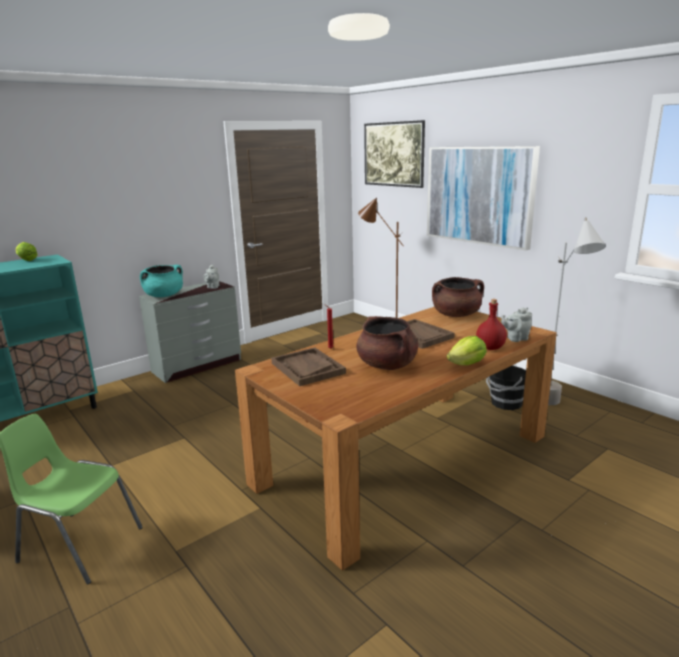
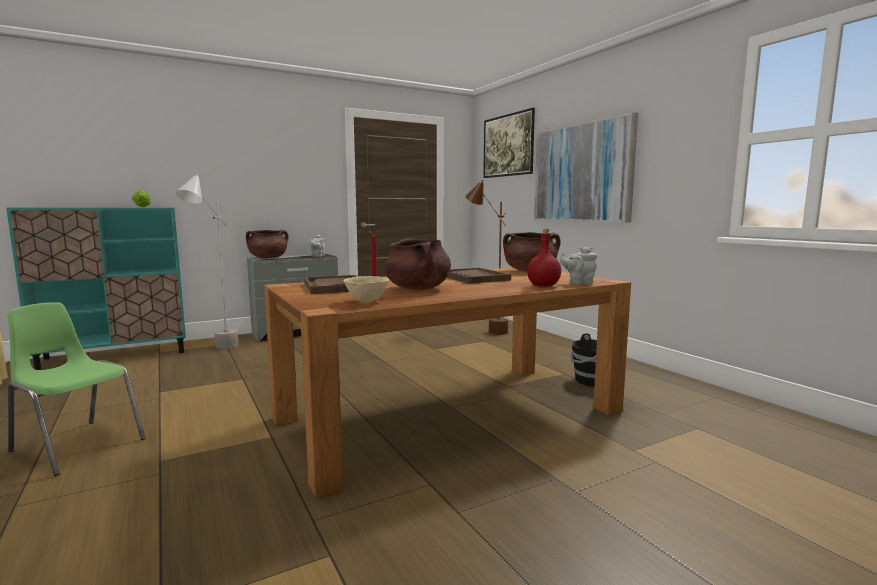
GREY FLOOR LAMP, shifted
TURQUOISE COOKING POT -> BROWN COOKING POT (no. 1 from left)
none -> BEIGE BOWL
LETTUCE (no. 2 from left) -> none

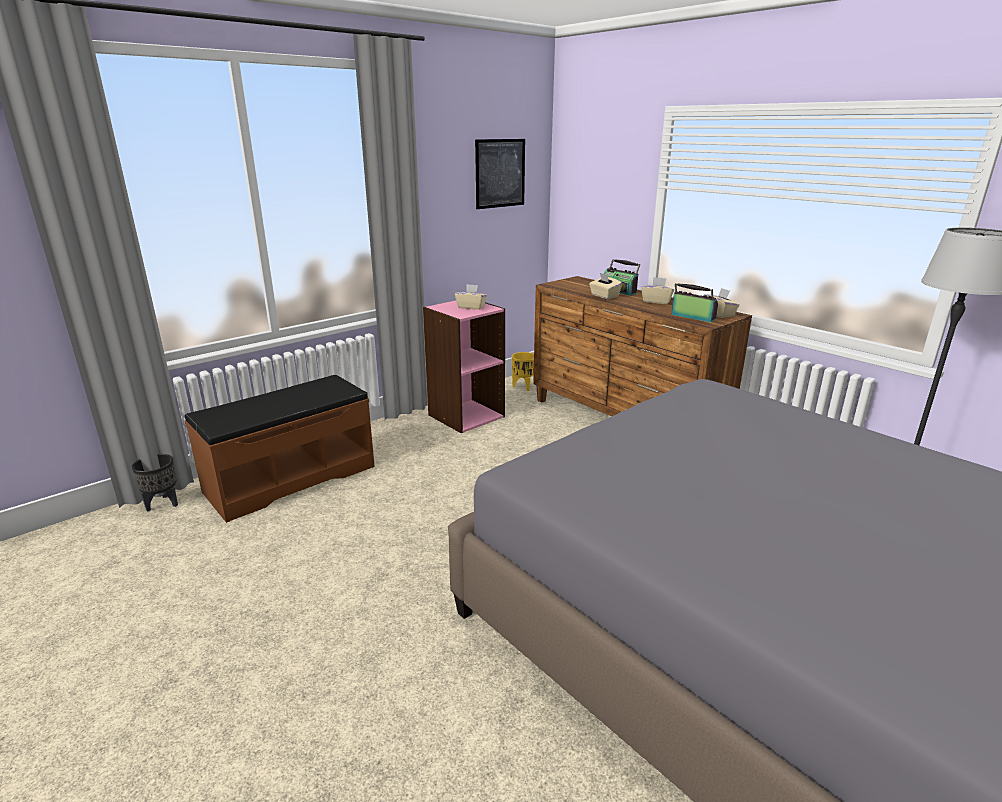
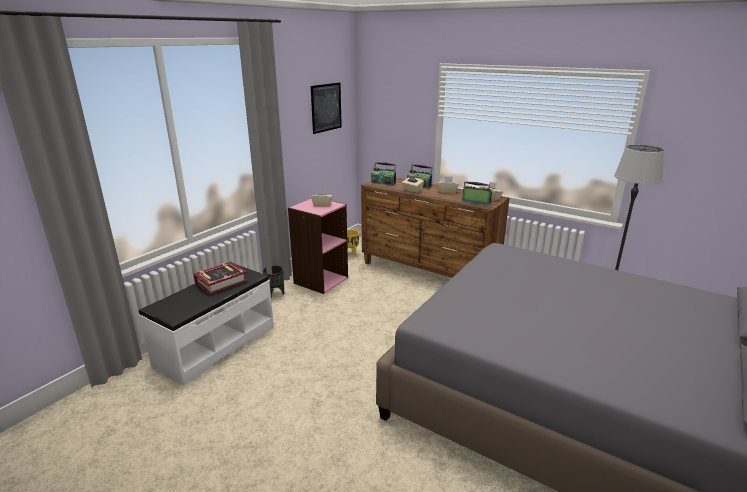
BROWN BENCH -> WHITE BENCH
none -> BOOK
BLACK PLANTER, shifted
none -> RADIO (no. 1 from left)

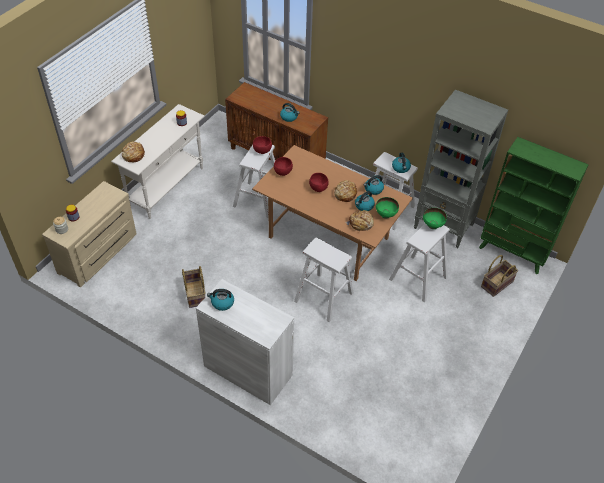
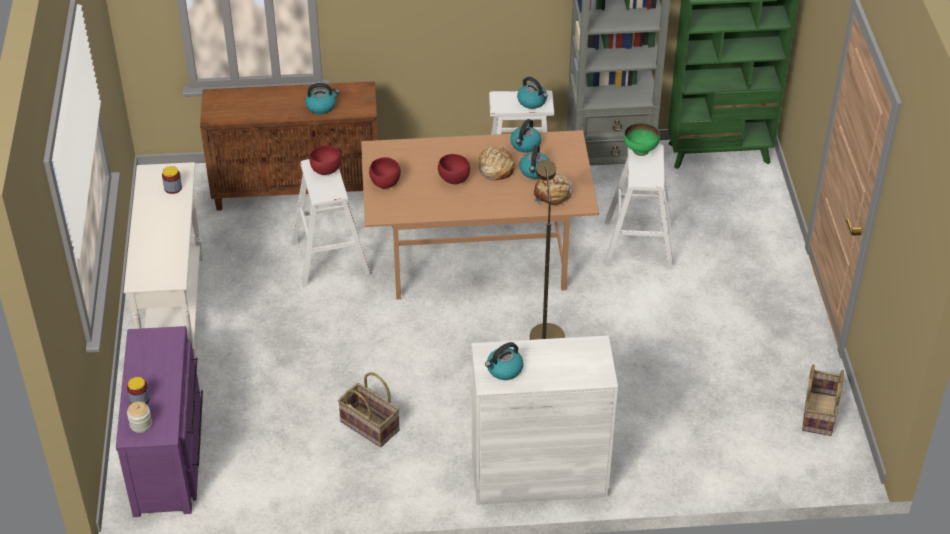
BEIGE DRESSER -> PURPLE DRESSER
WHITE STOOL (no. 2 from left) -> BROWN FLOOR LAMP
BASKET (no. 2 from left), shifted
BREAD (no. 1 from left) -> none
GREEN BOWL (no. 1 from left) -> none

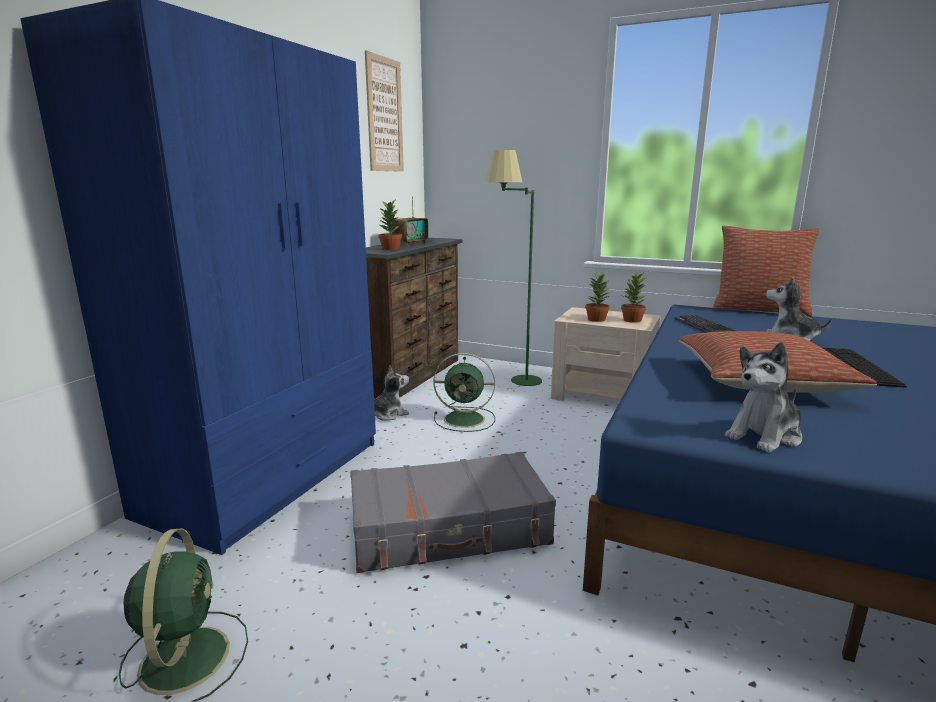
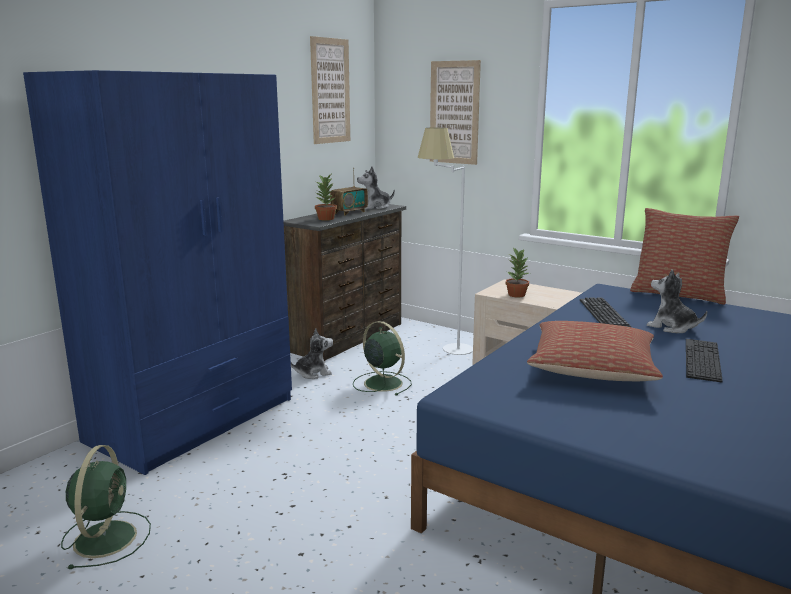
GREEN FAN (no. 2 from left), 150 degrees counterclockwise
PLUSH TOY (no. 2 from left), shifted
GREEN FLOOR LAMP -> WHITE FLOOR LAMP
none -> PICTURE (no. 2 from left)
GREY SUITCASE -> none
POTTED PLANT (no. 3 from left) -> none

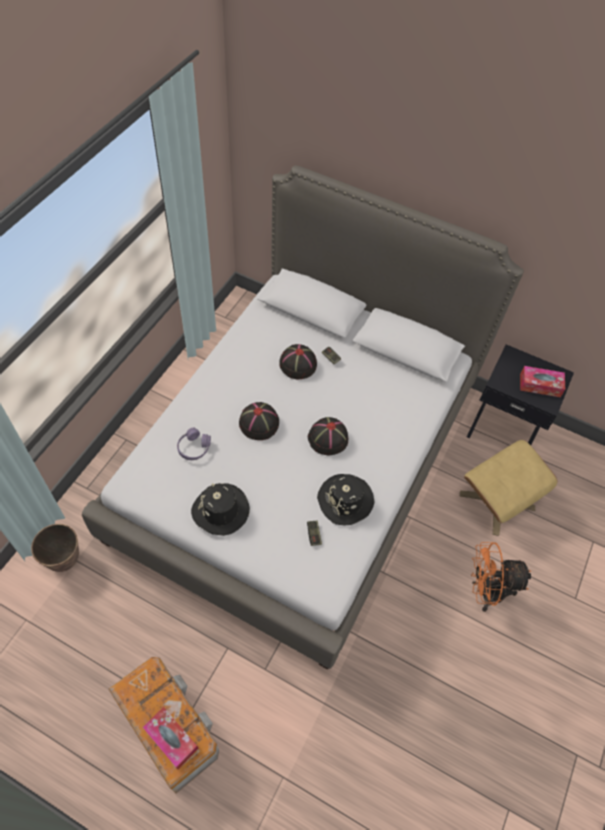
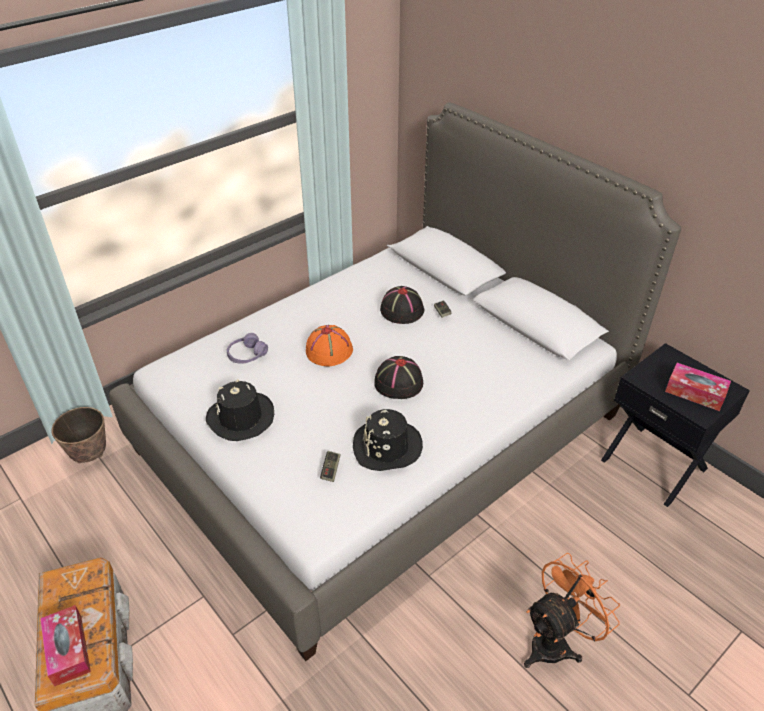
BLACK HAT (no. 2 from left) -> ORANGE HAT
ORANGE FAN, 120 degrees clockwise
BEIGE OTTOMAN -> none

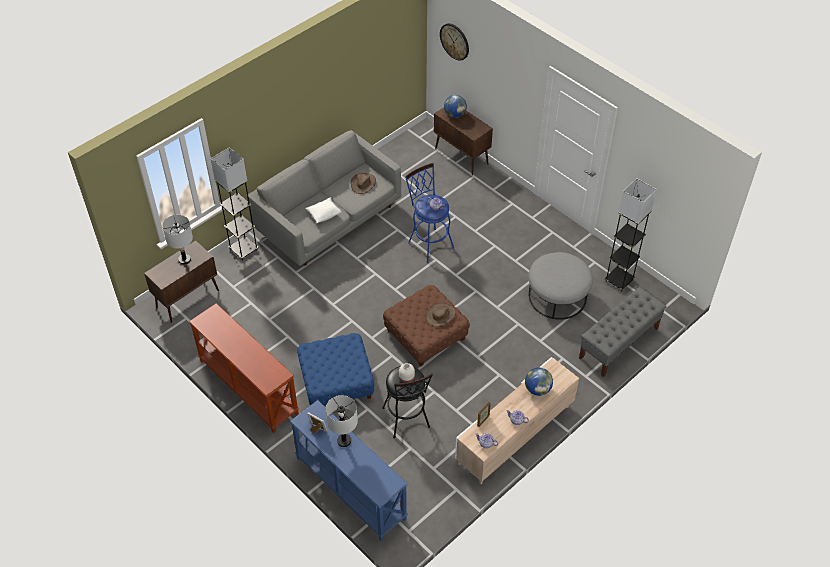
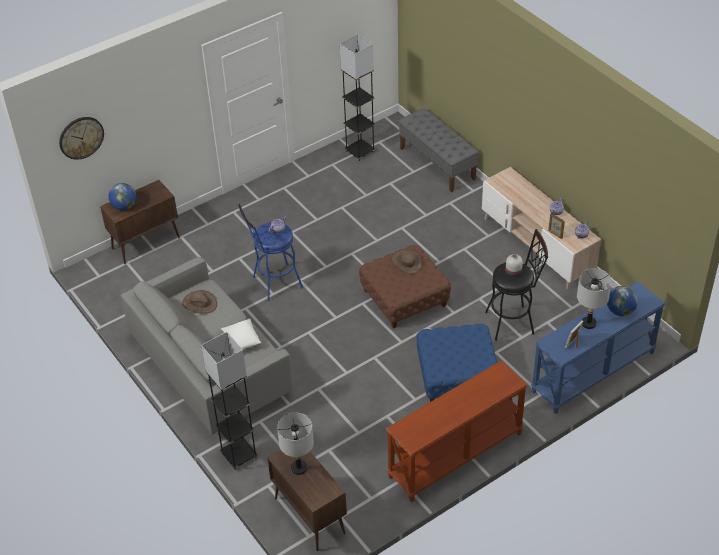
GLOBE (no. 2 from left), shifted
GREY OTTOMAN -> none

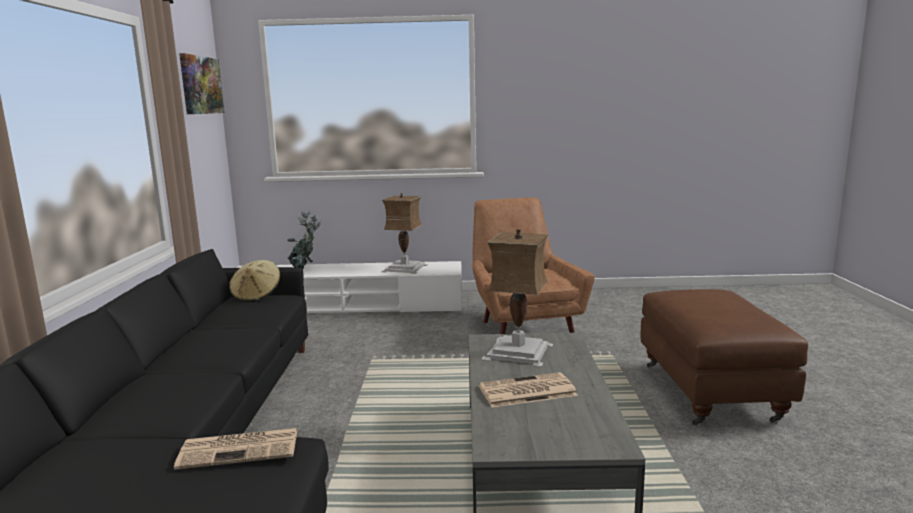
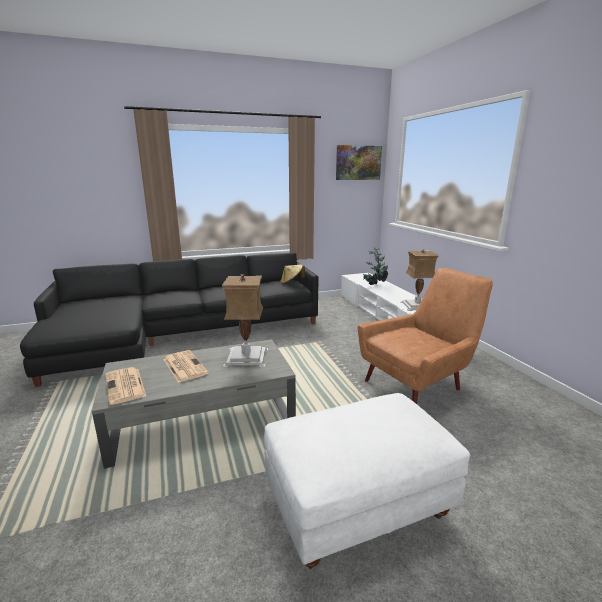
NEWSPAPER (no. 1 from left), shifted
BROWN OTTOMAN -> WHITE OTTOMAN

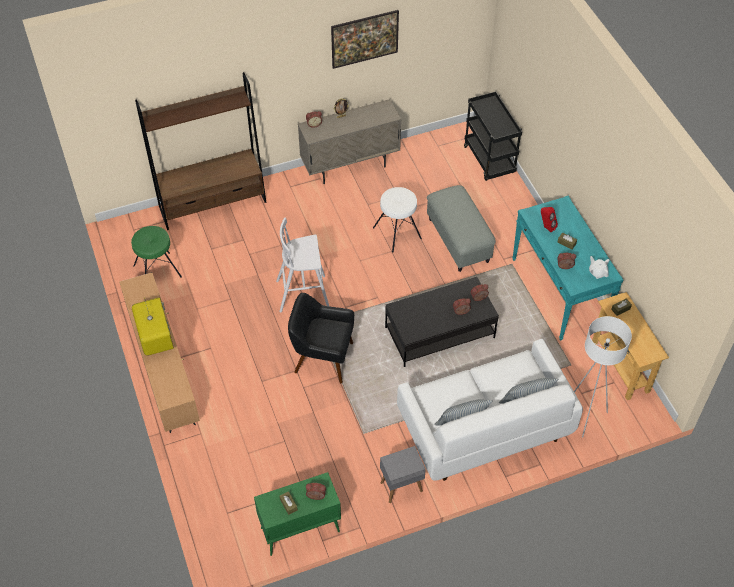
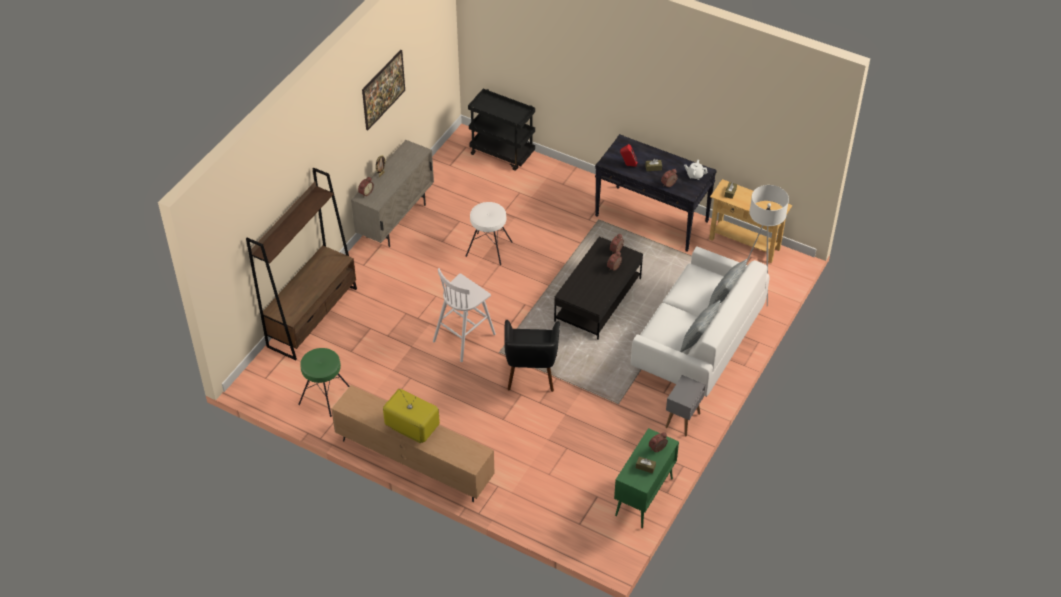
BLACK ARMCHAIR, 60 degrees counterclockwise
TURQUOISE CONSOLE TABLE -> BLACK CONSOLE TABLE
GREY OTTOMAN -> none

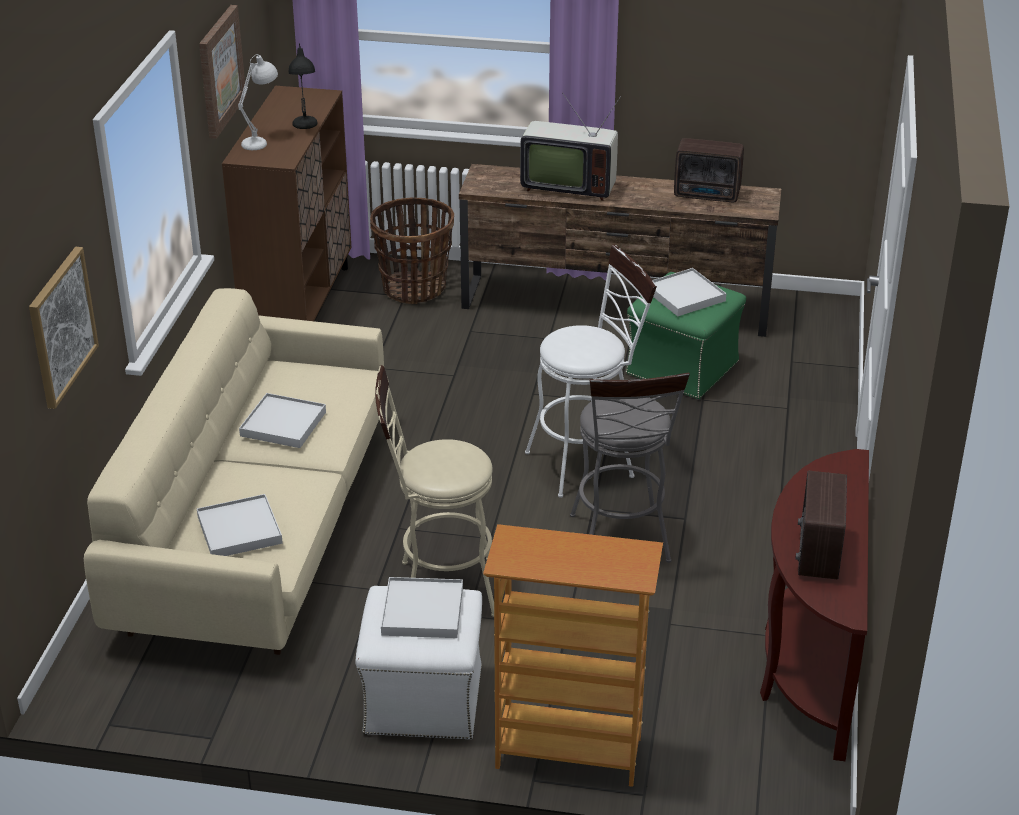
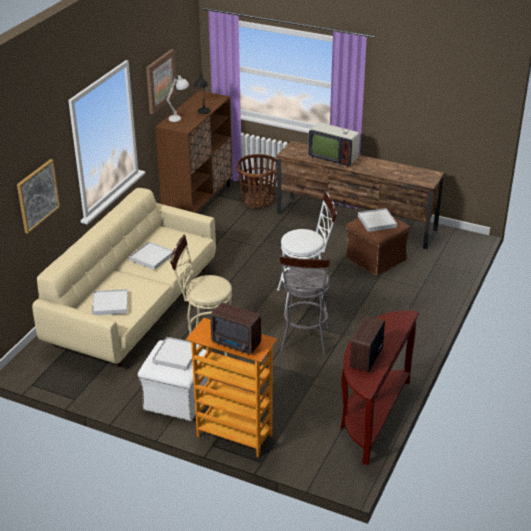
RADIO (no. 1 from left), shifted
GREEN OTTOMAN -> BROWN OTTOMAN

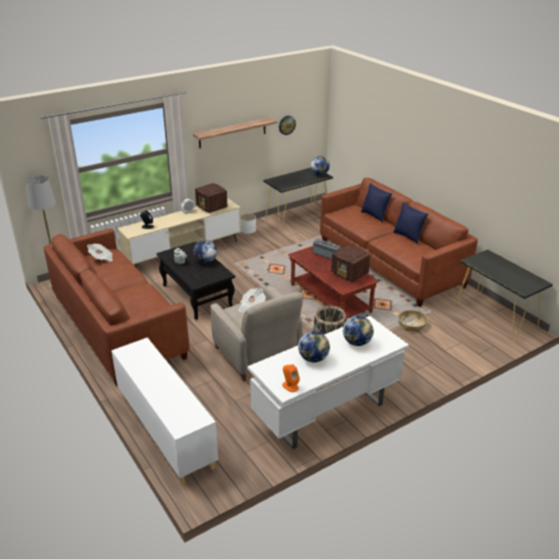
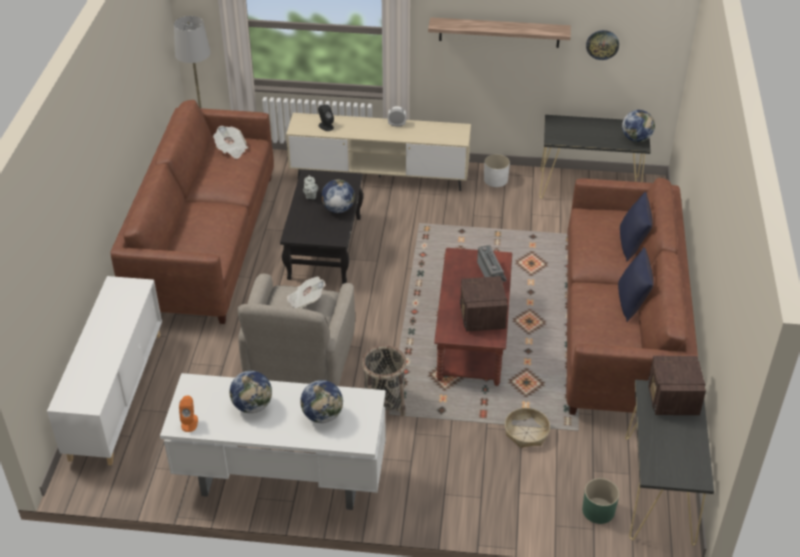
none -> GREEN PLANTER
RADIO (no. 1 from left in the first image) -> RADIO (no. 3 from left), shifted

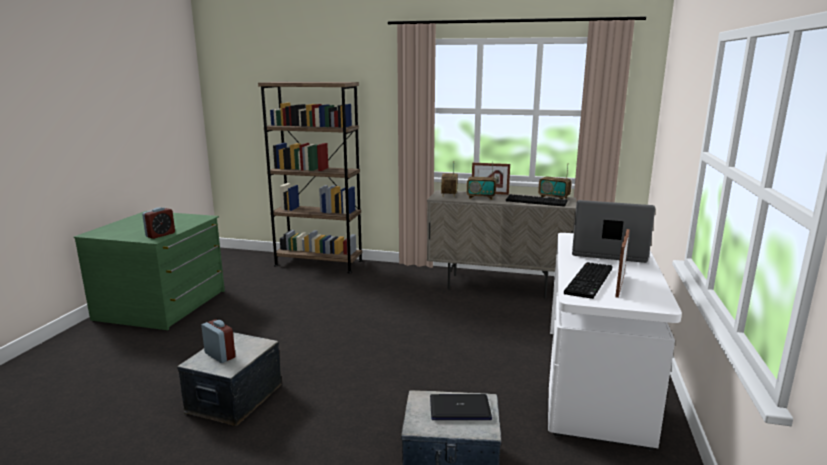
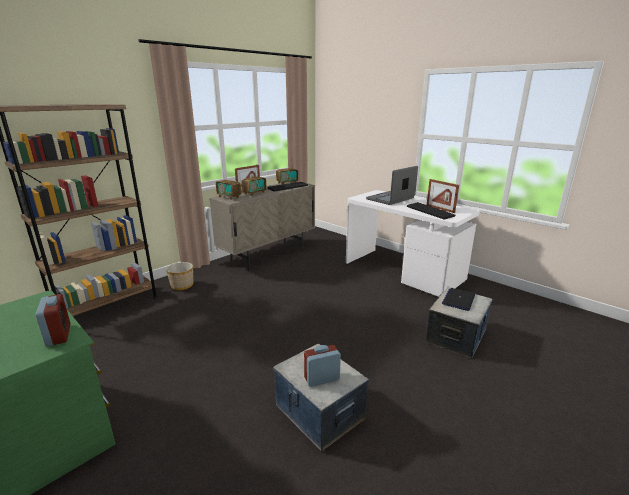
none -> PLANTER

